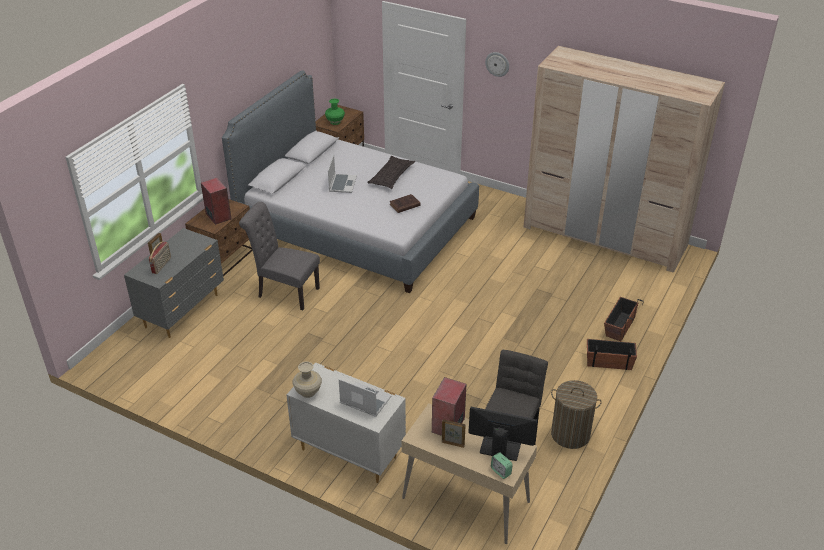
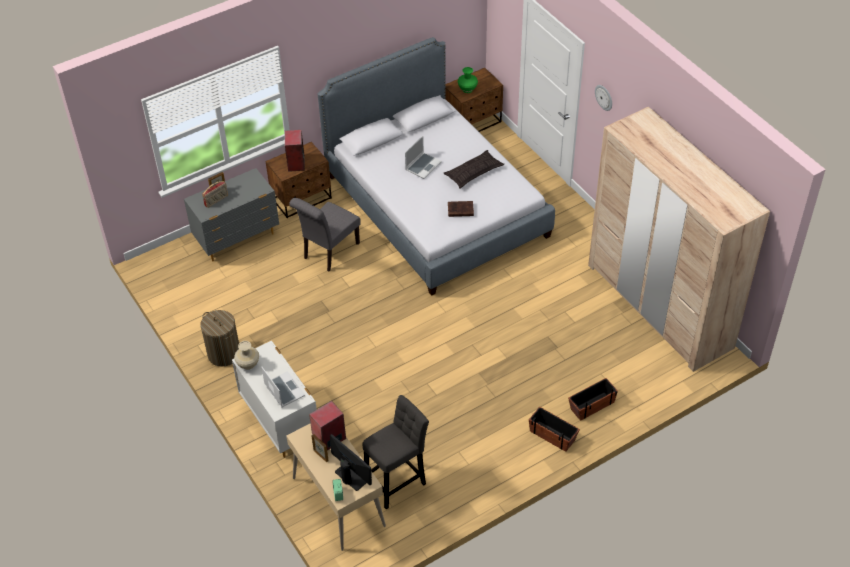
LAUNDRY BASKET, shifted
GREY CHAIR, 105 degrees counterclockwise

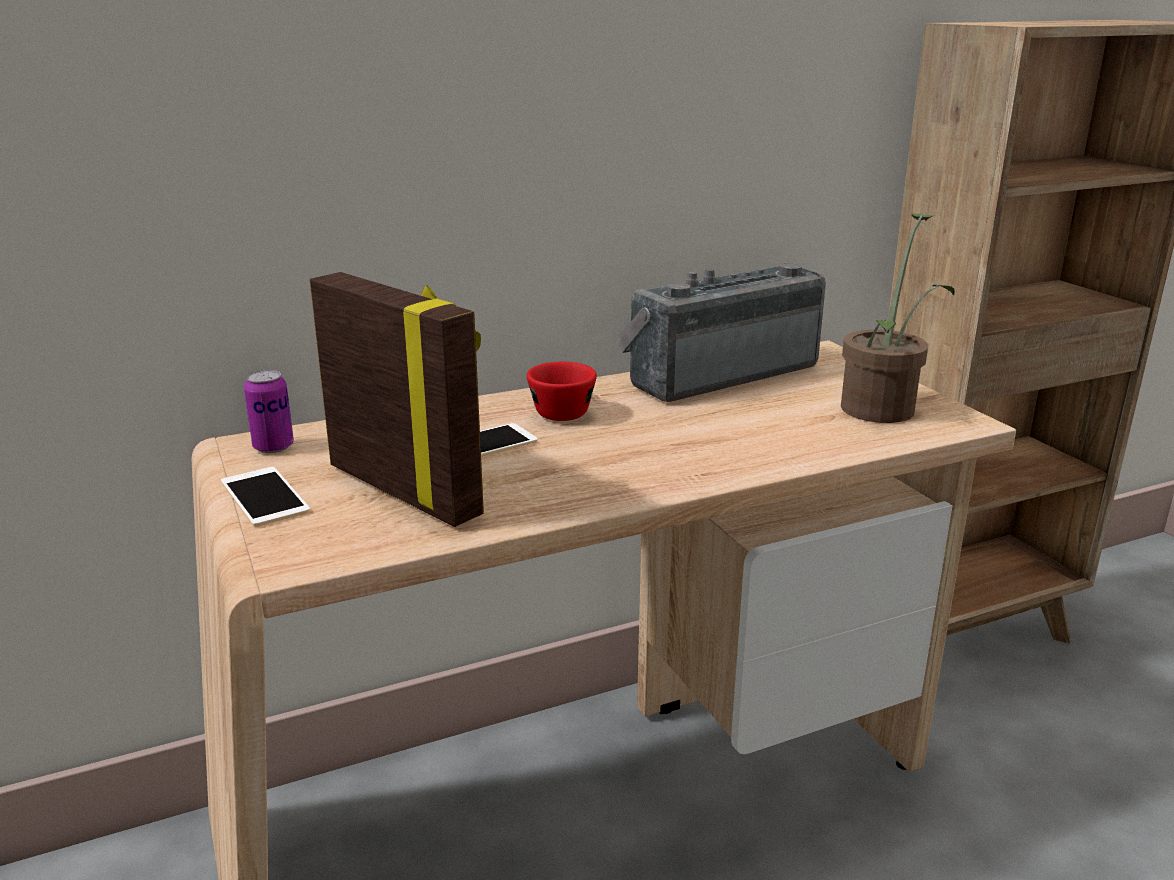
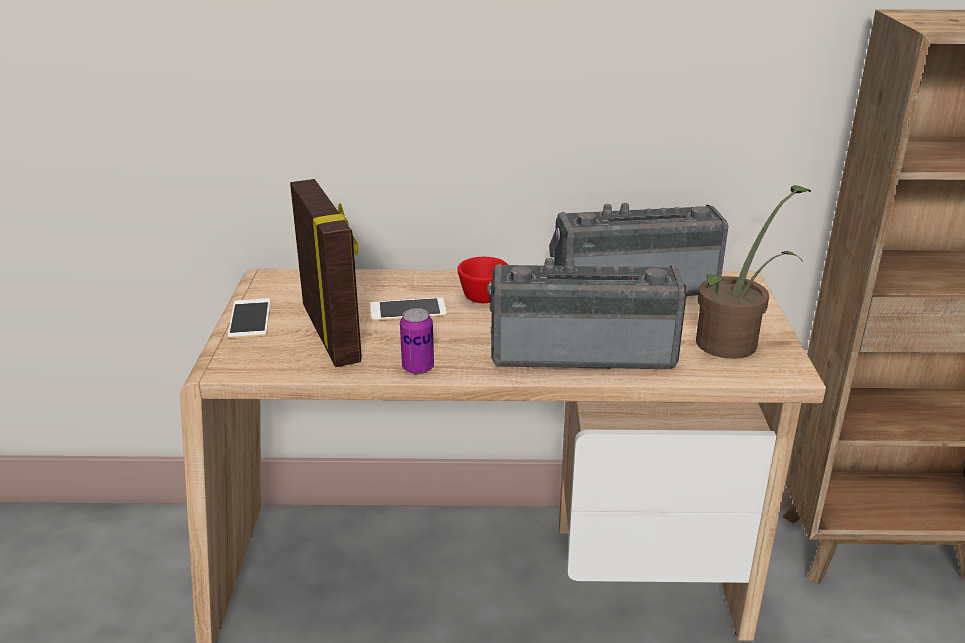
CAN, shifted
none -> RADIO (no. 1 from left)

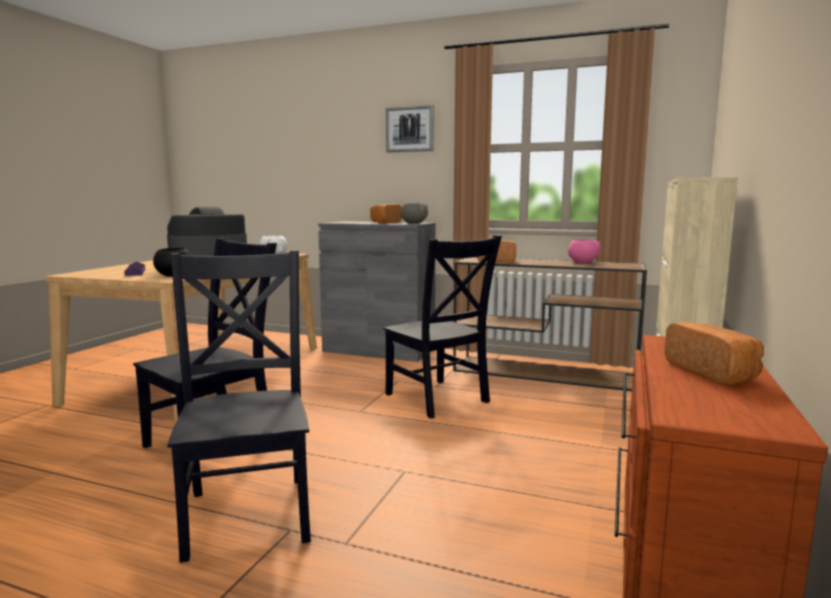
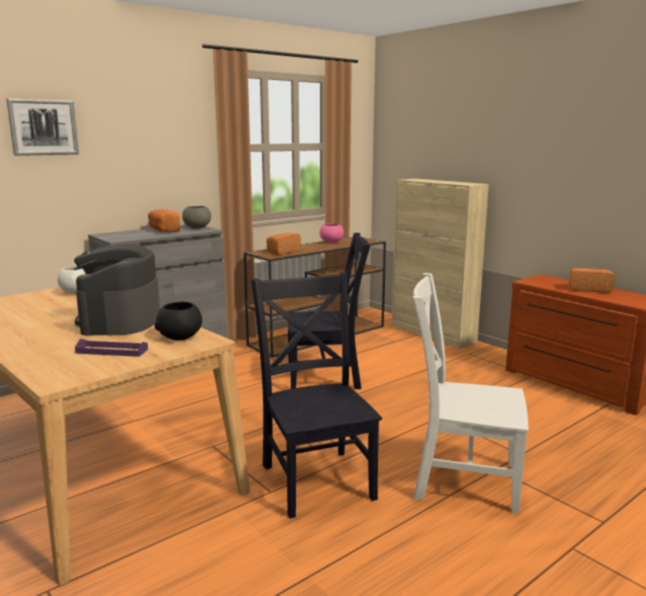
PICTURE, shifted
BLACK CHAIR (no. 2 from left) -> WHITE CHAIR

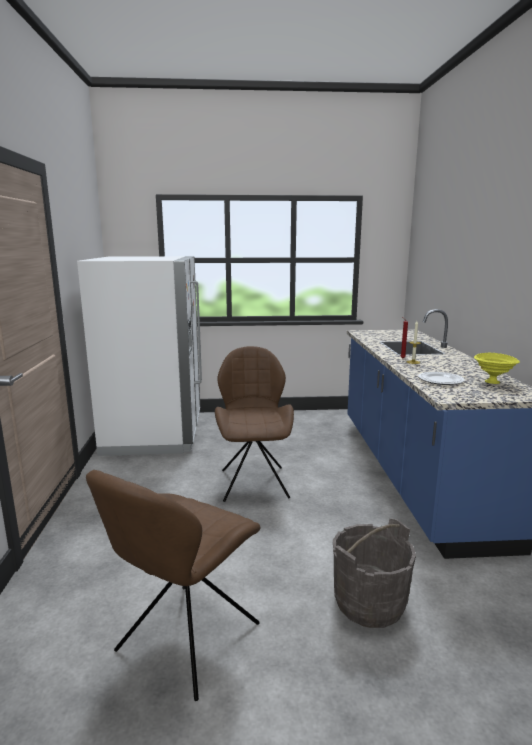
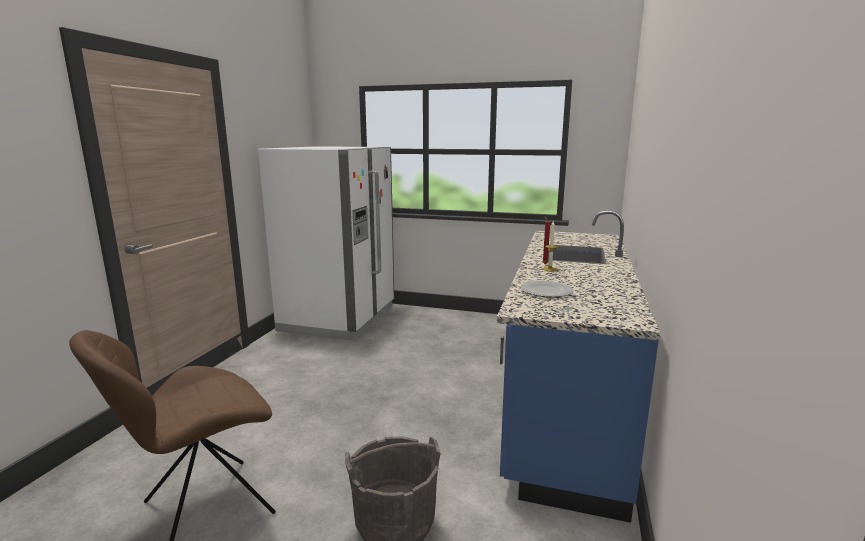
BROWN CHAIR (no. 2 from left) -> none
YELLOW BOWL -> none

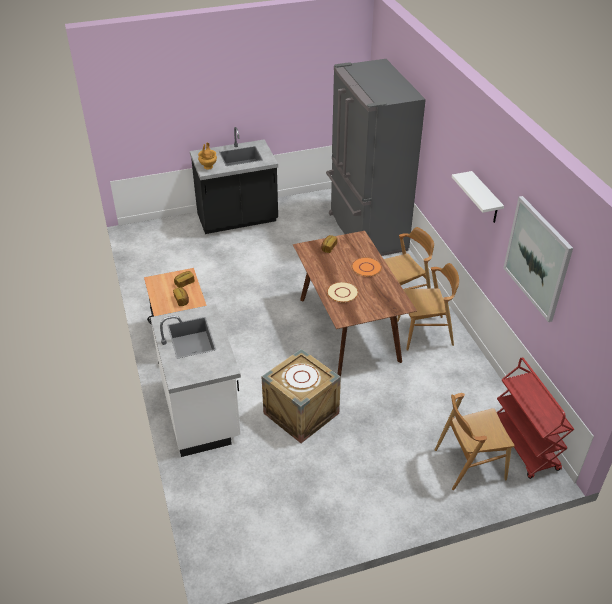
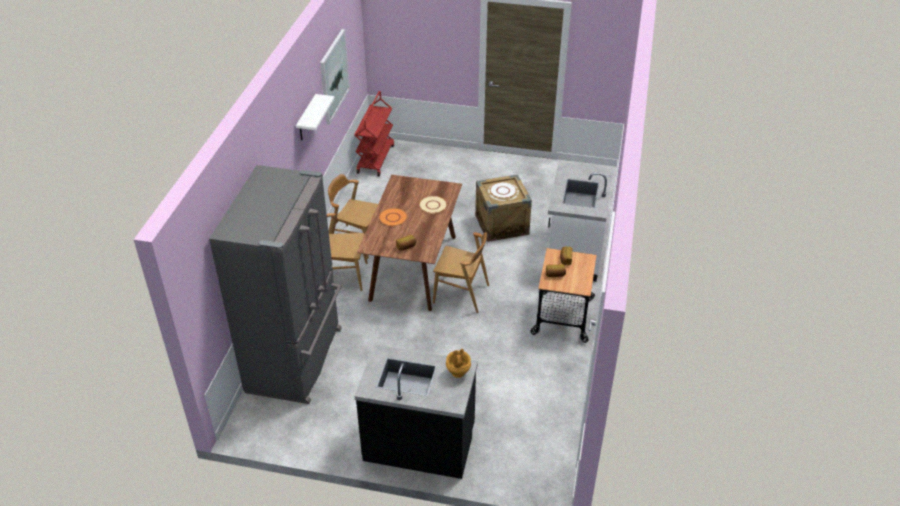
BROWN CHAIR (no. 3 from left), shifted

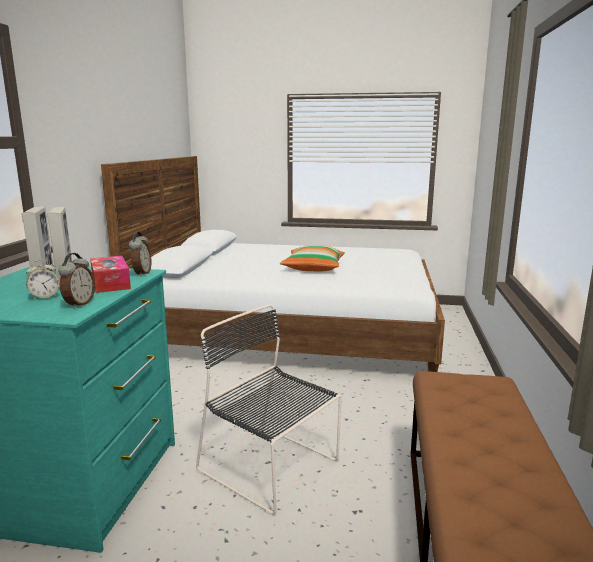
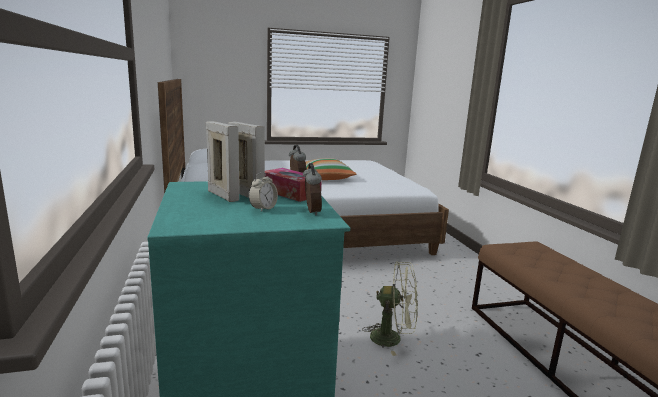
BLACK CHAIR -> GREEN FAN

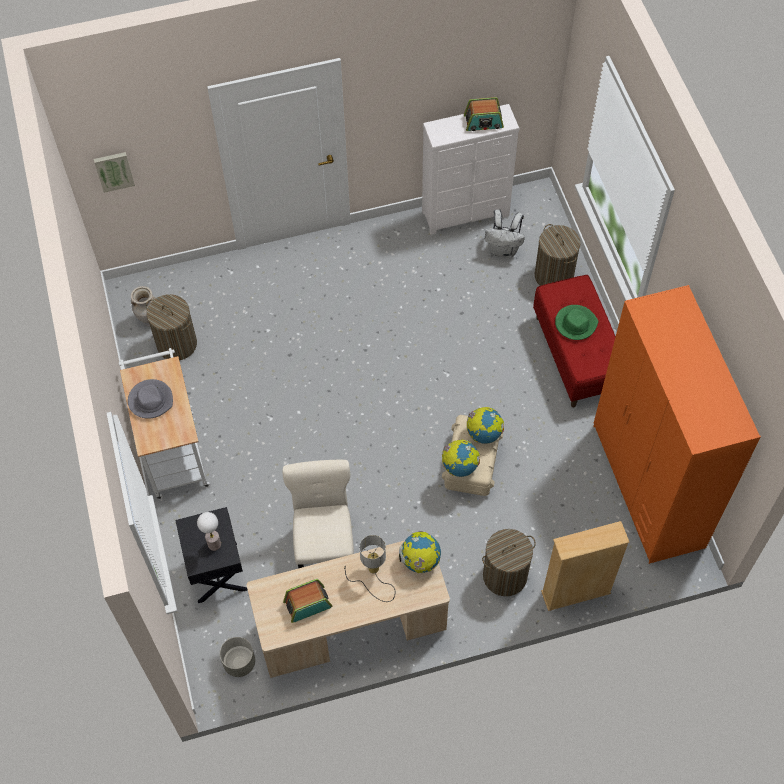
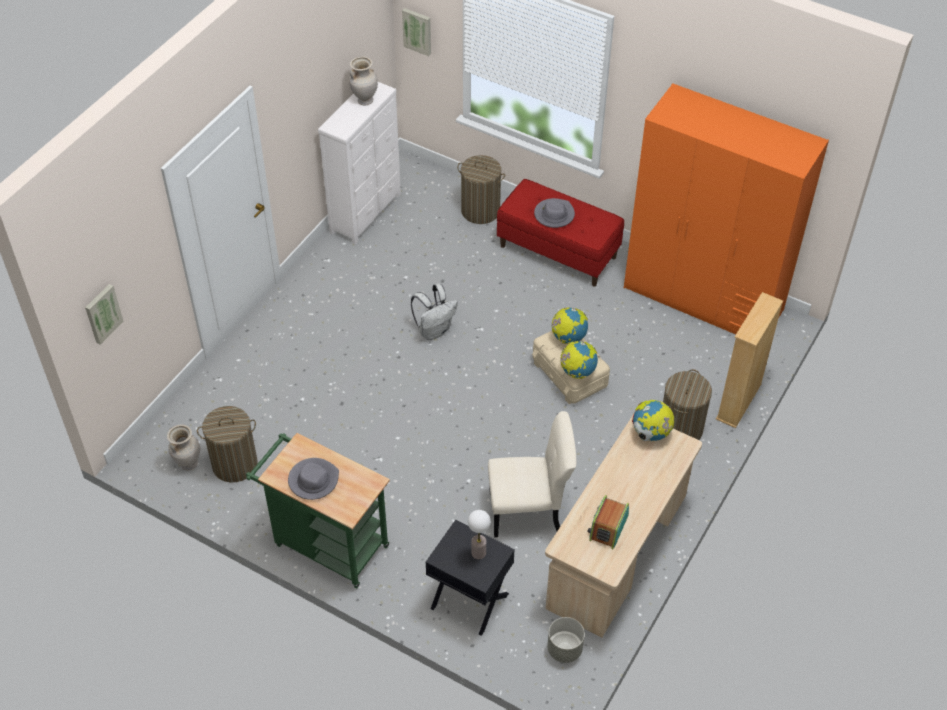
WHITE CART -> GREEN CART
RADIO (no. 2 from left) -> BEIGE VASE (no. 2 from left)
none -> PICTURE (no. 2 from left)
WHITE BACKPACK, shifted
BEIGE CHAIR, 135 degrees clockwise
GREEN HAT -> GREY HAT (no. 2 from left)
TABLE LAMP (no. 2 from left) -> none

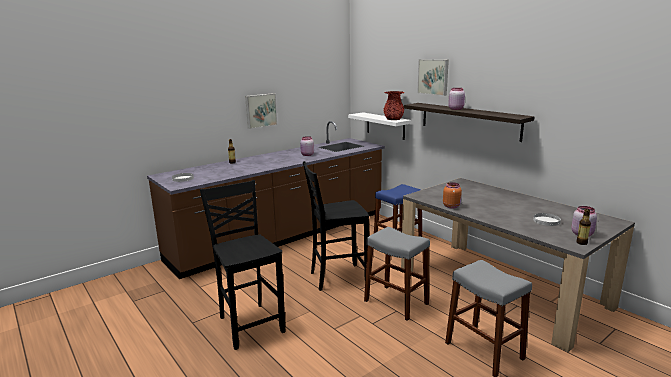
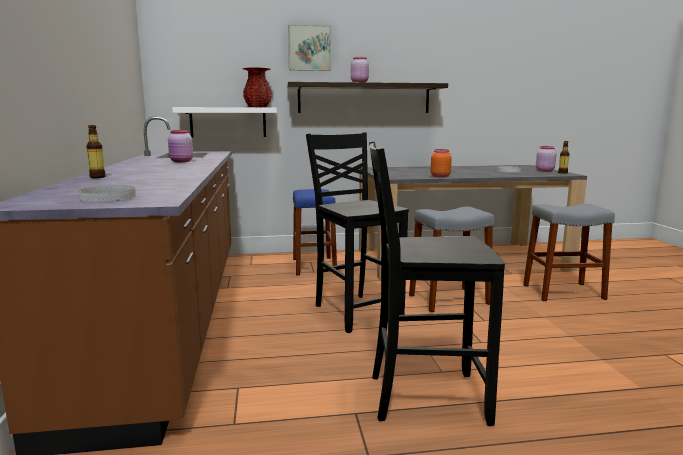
BLACK CHAIR (no. 2 from left in the first image) -> BLACK CHAIR (no. 1 from left), 135 degrees clockwise
PICTURE (no. 1 from left) -> none

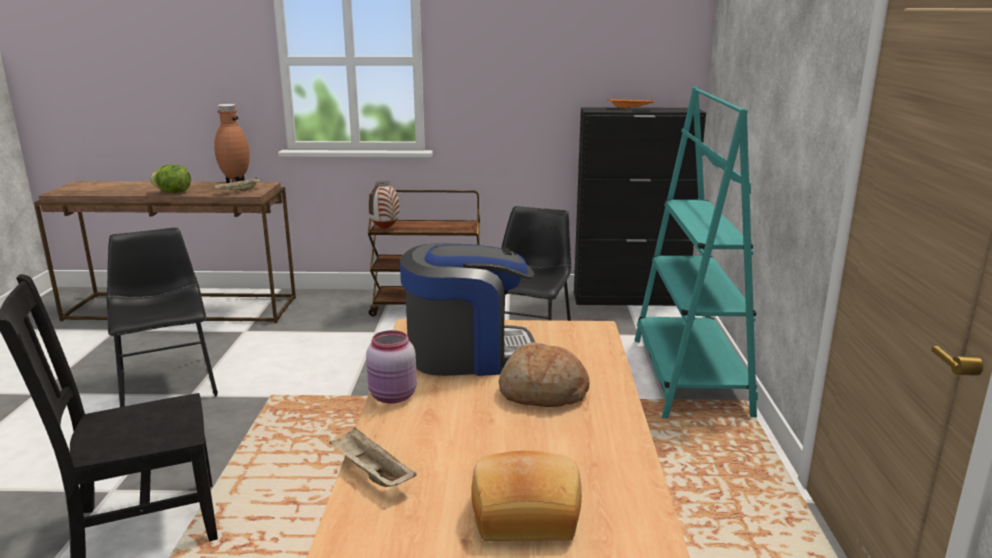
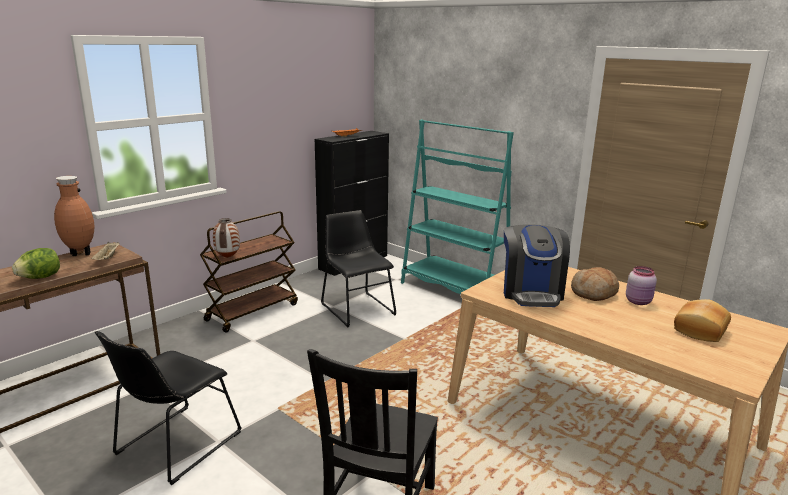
BLACK CHAIR (no. 2 from left in the first image) -> BLACK CHAIR (no. 1 from left), 75 degrees counterclockwise
COFFEE MACHINE, 150 degrees clockwise
PINK JAR, shifted
BEIGE TRAY (no. 2 from left) -> none

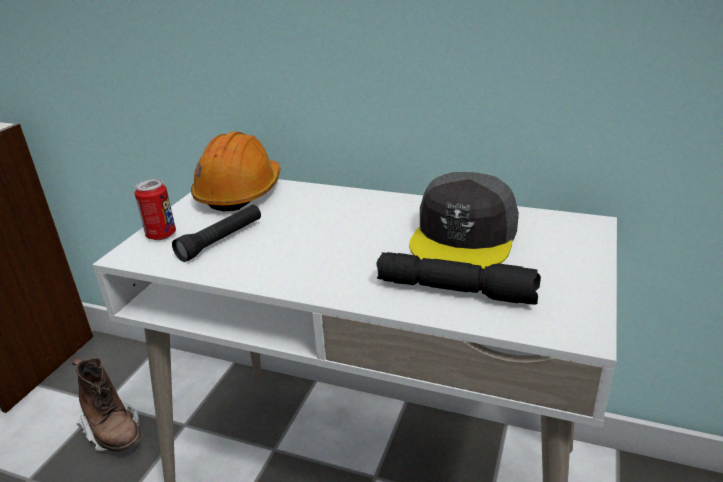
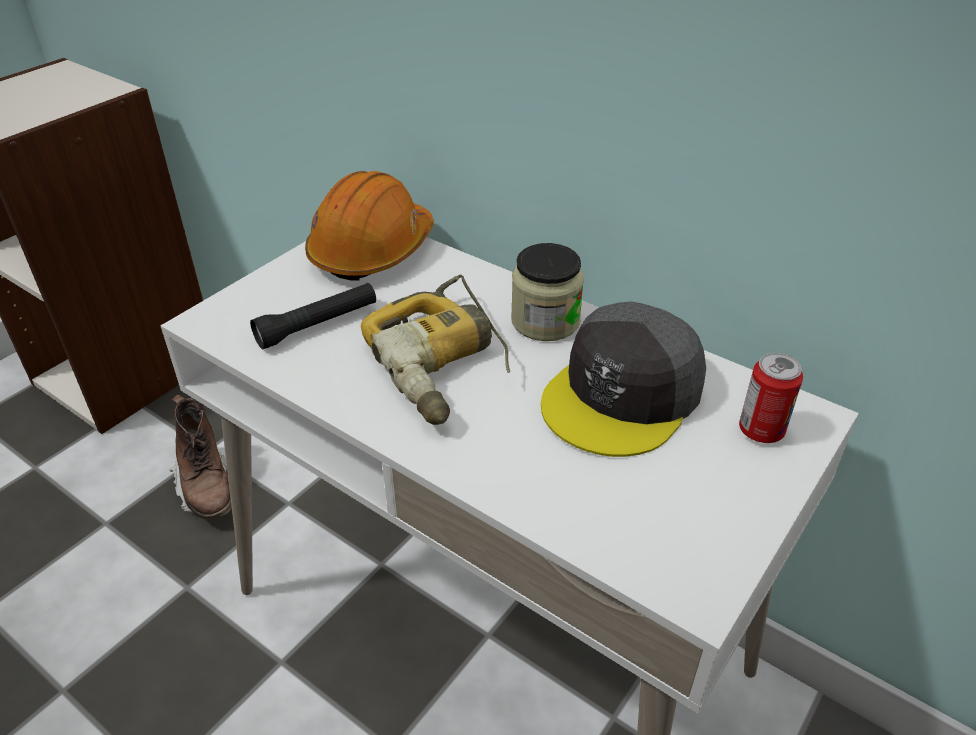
none -> POWER DRILL
none -> JAR
CAN, shifted
BLACK FLASHLIGHT (no. 2 from left) -> none

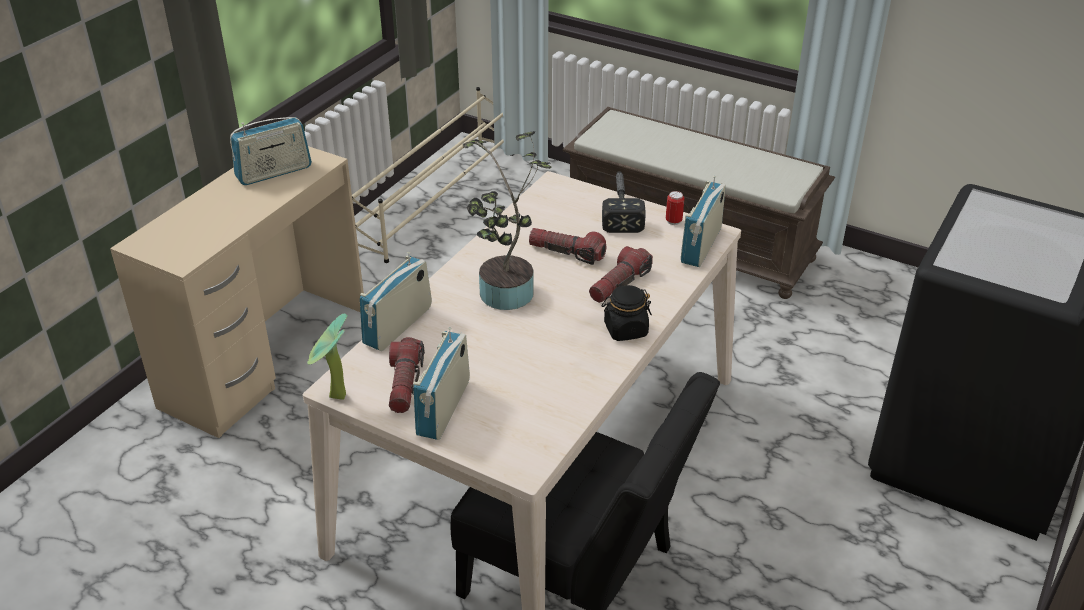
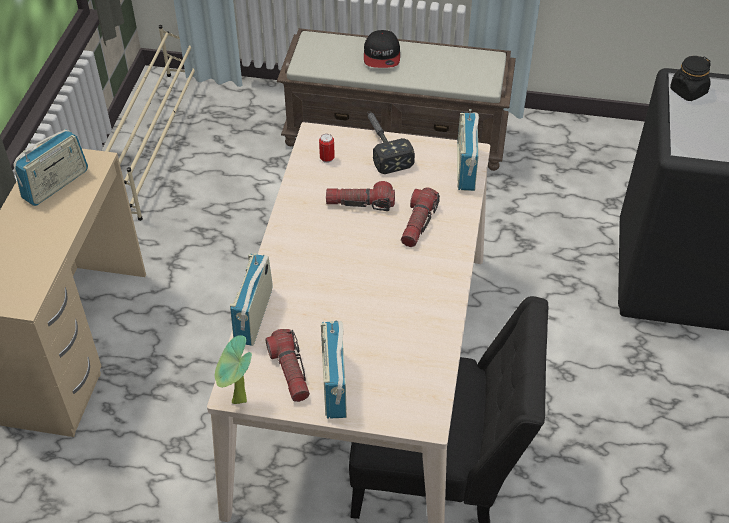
CAN, shifted
none -> CAP
BLACK JAR, shifted
POTTED PLANT (no. 2 from left) -> none

